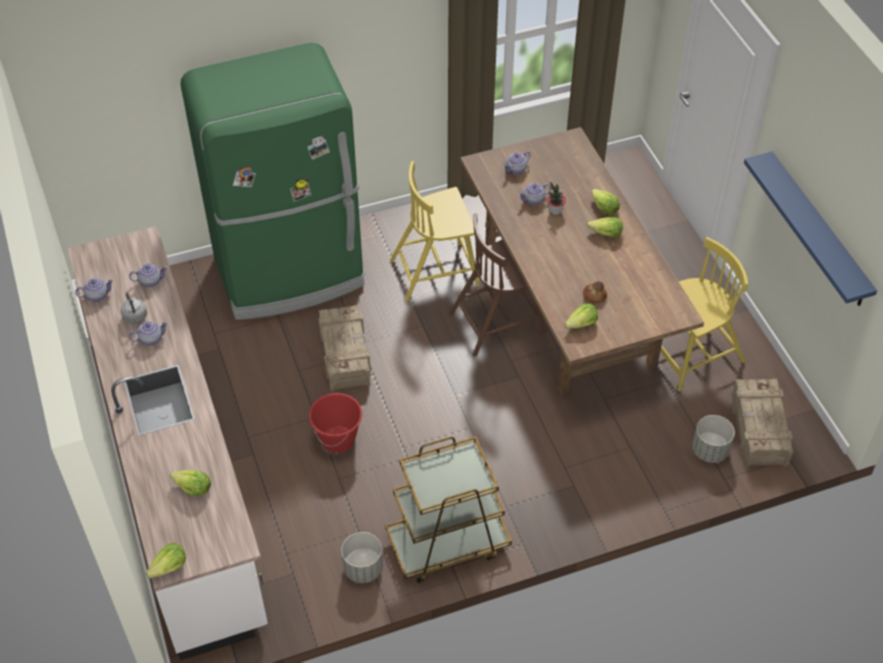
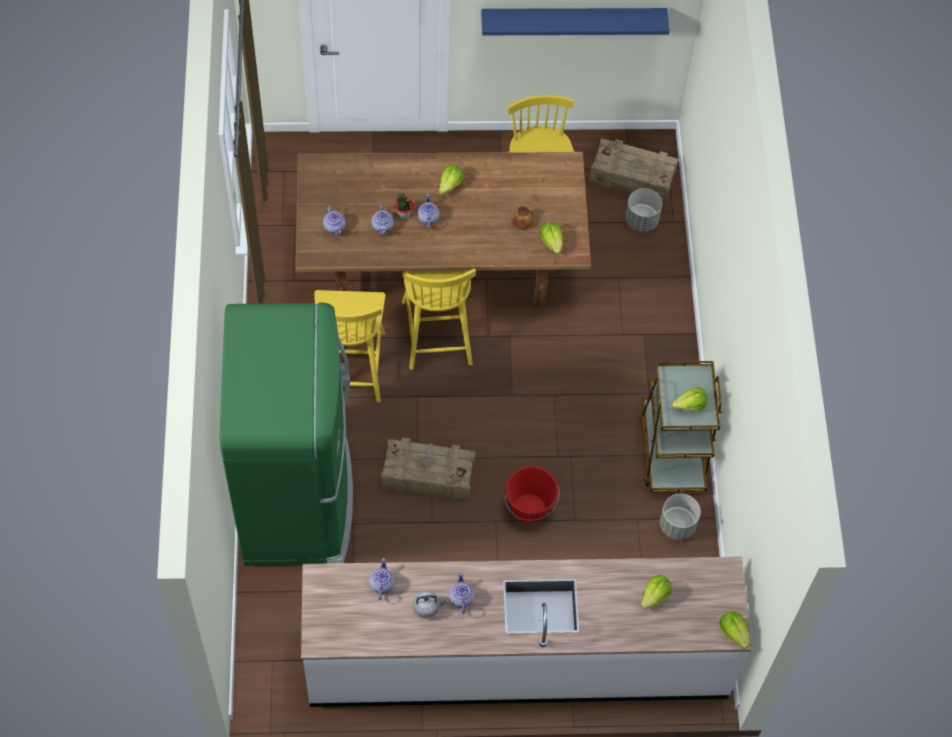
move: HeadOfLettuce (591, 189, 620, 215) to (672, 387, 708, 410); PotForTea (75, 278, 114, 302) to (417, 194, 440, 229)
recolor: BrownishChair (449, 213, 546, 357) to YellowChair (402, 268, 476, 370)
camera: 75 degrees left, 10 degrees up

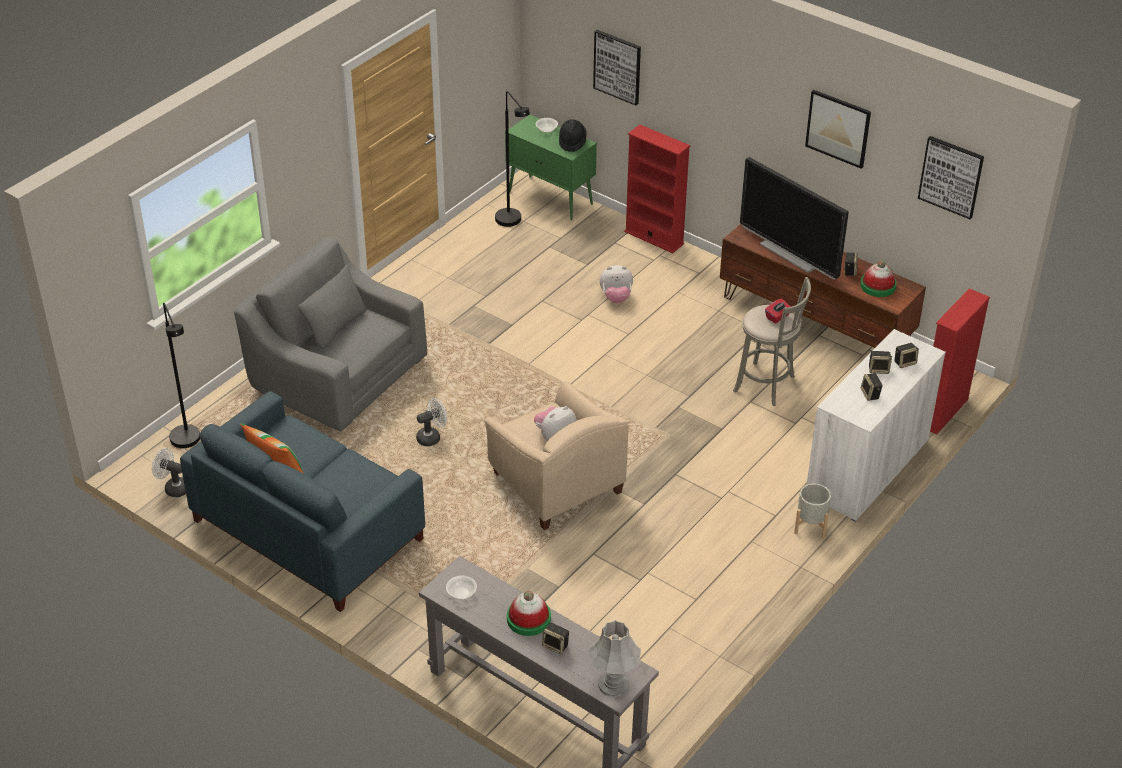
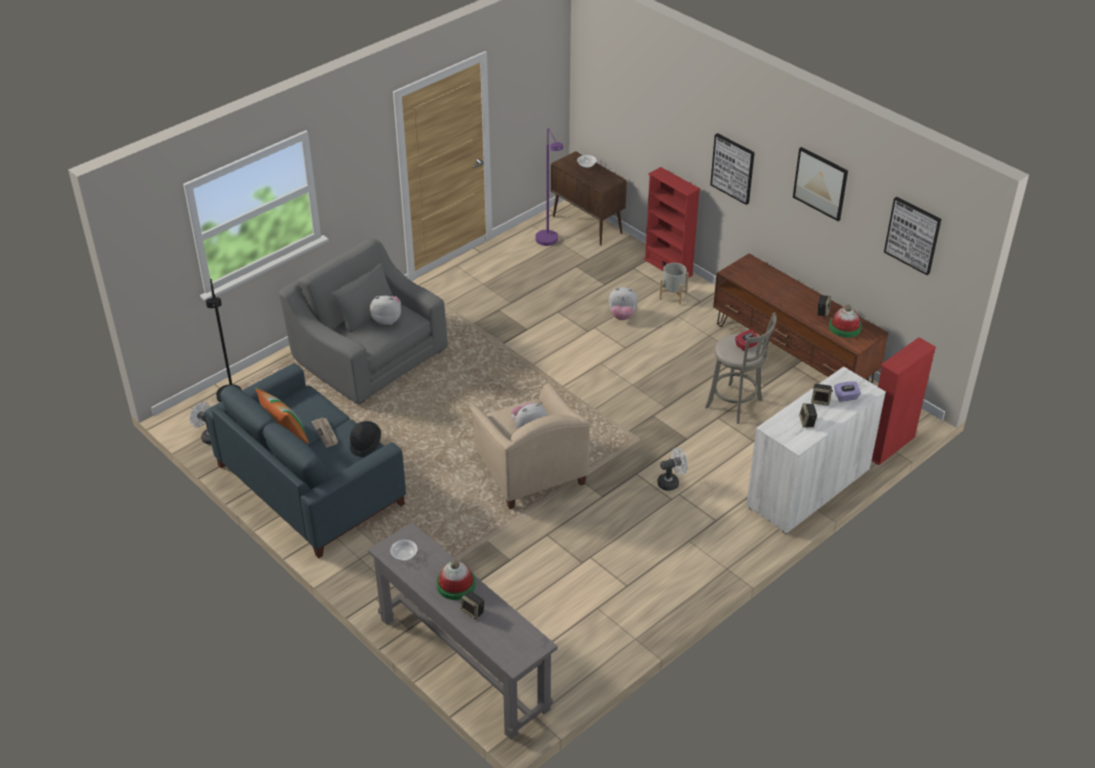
delete: TvSet (740, 157, 849, 280); GrayLampForATable (588, 620, 641, 697)
insert: SoftToy (370, 295, 401, 325); PrintedPaper (312, 418, 338, 447)
move: WallArt (593, 30, 641, 106) to (710, 133, 755, 205); BlackColouredWearableHat (559, 119, 586, 152) to (350, 421, 381, 457); WhiteColouredElectricFan (416, 398, 447, 446) to (657, 448, 688, 491); GrayFlowerPot (794, 484, 831, 538) to (659, 263, 689, 305)
replace: AudioSpeaker (894, 343, 919, 368) to PurpleBoxOfTissues (834, 382, 861, 402)
recolor: BlackColouredFloorLamp (495, 91, 530, 227) to PurpleFloorLamp (535, 128, 563, 246); GreenishCupboard (505, 115, 597, 221) to BrownishCupboard (551, 151, 627, 246)
camera: 10 degrees right, 0 degrees up

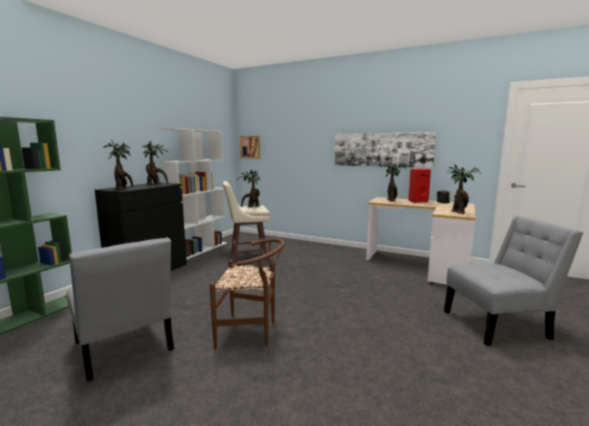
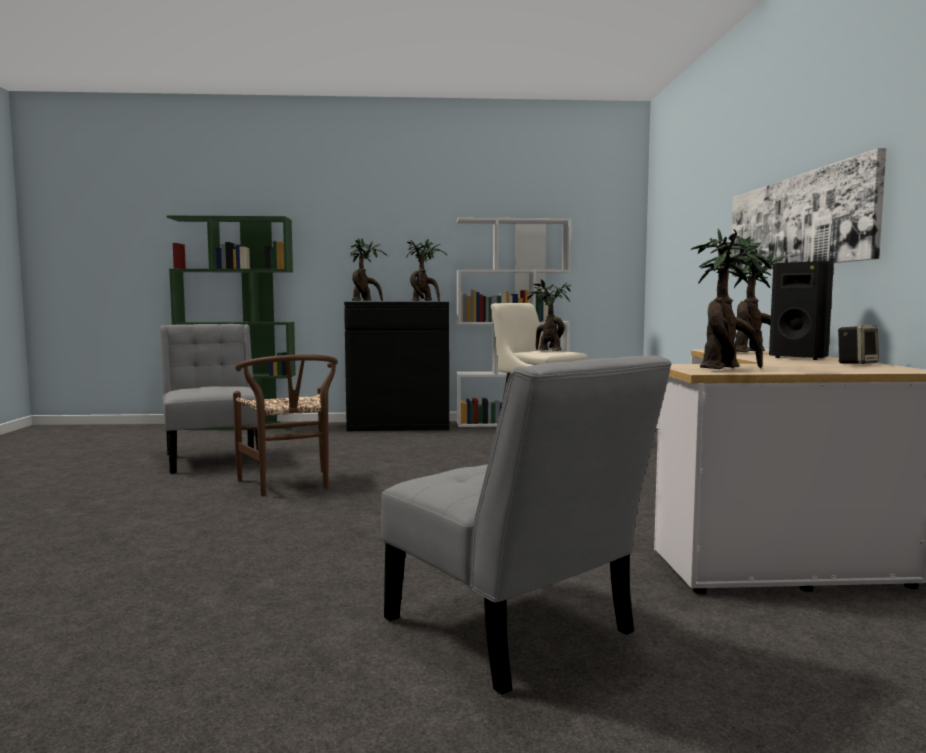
delete: WallArt (240, 136, 260, 159)
recolor: RedColouredAudioSpeaker (408, 169, 431, 203) to BlackColouredAudioSpeaker (769, 261, 834, 360)
rotate: GrayChair (67, 237, 174, 382) = (160, 324, 259, 474) 135 degrees clockwise
camera: 60 degrees right, 5 degrees down

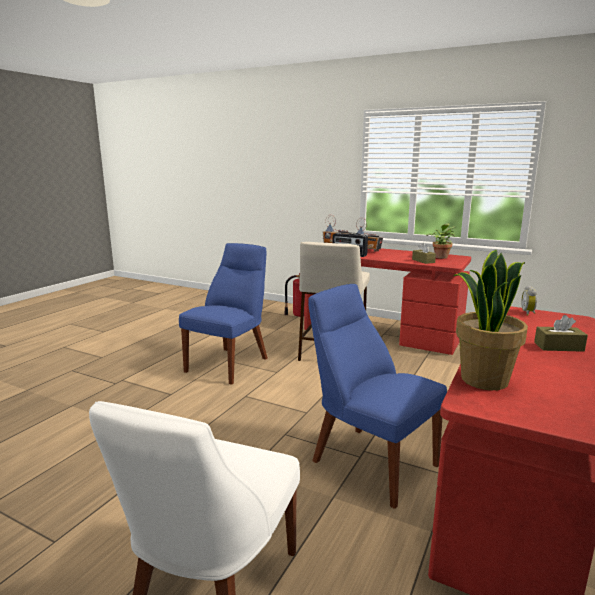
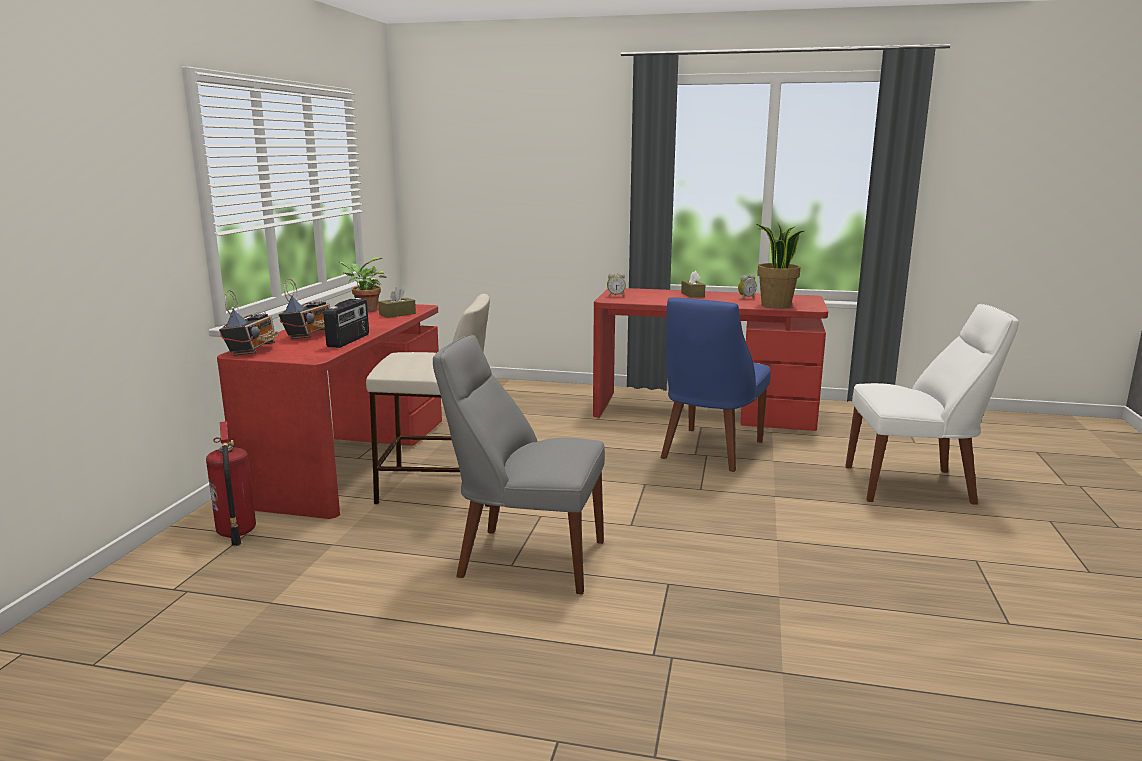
insert: BedsideClock (738, 274, 757, 299)
recolor: BluishChair (179, 243, 268, 385) to GrayChair (433, 335, 605, 594)
camera: 105 degrees left, 0 degrees up

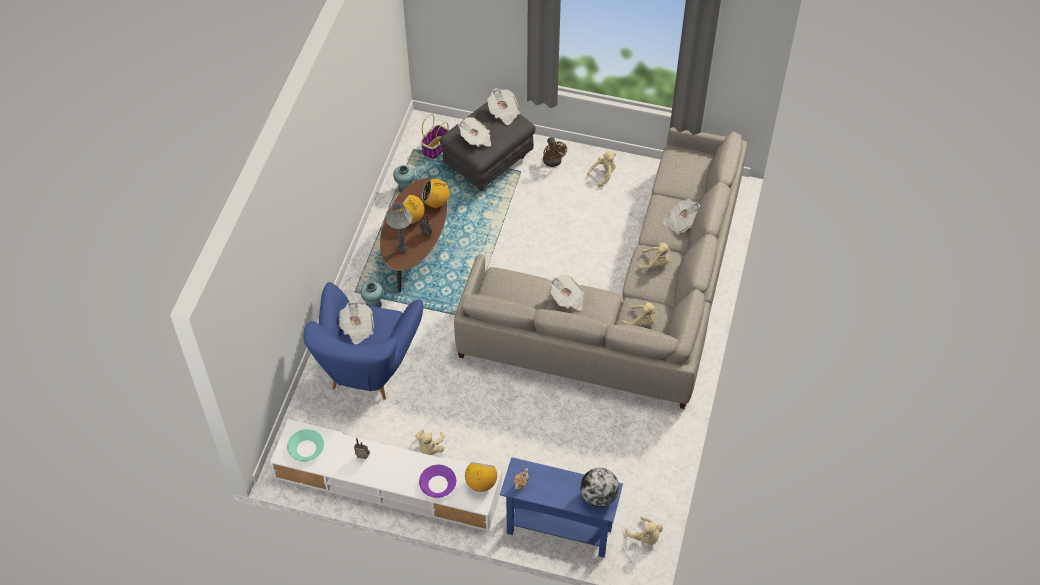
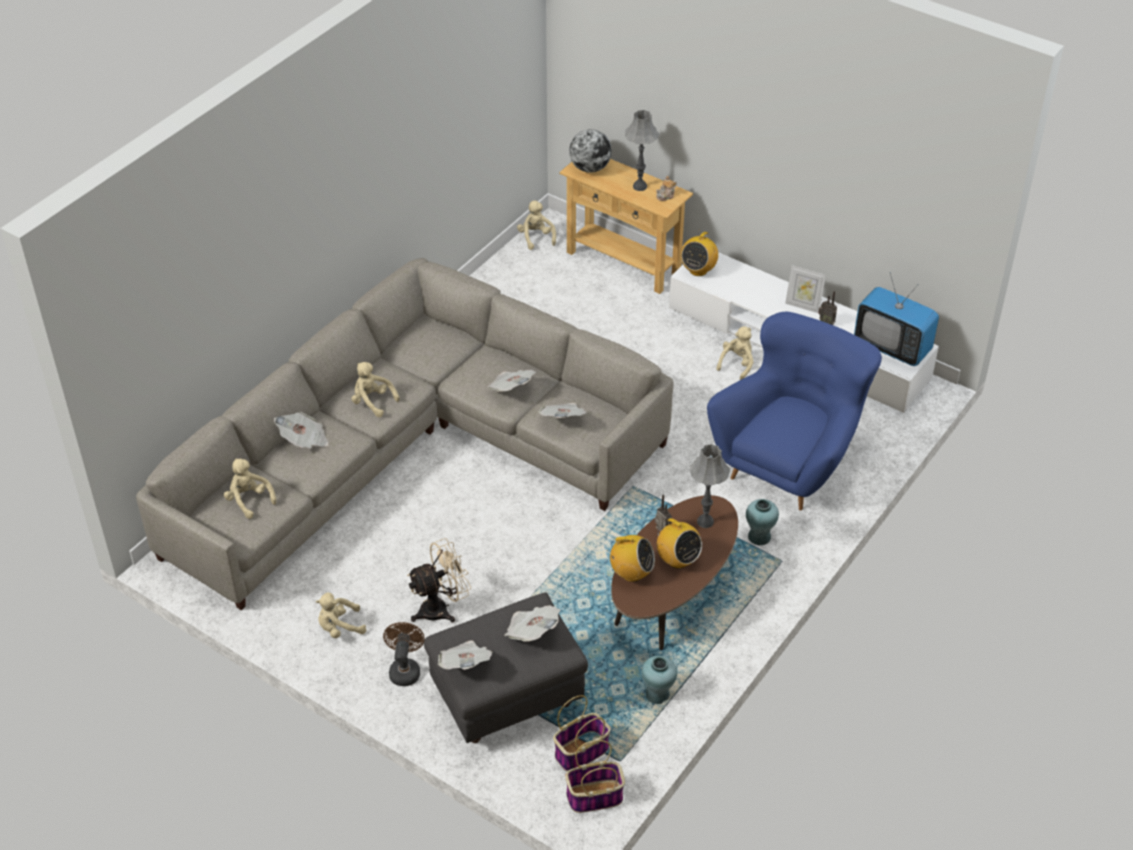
delete: PurpleDeepDish (419, 465, 456, 498)
insert: GrayLampForATable (625, 110, 660, 191); PictureFrame (785, 265, 826, 313); BeigeColouredElectricFan (407, 538, 471, 622); StorageBasket (565, 740, 625, 813)
move: PrintedPaper (339, 301, 374, 345) to (538, 403, 588, 418); BeigeColouredSoftToy (622, 302, 655, 326) to (224, 459, 276, 519)
replace: BlueGreenDeepDish (287, 429, 324, 461) to TvSet (854, 272, 939, 366)
recolor: BluishConsoleTable (500, 457, 623, 558) to BeigeColouredConsoleTable (559, 159, 693, 294)
camera: 160 degrees left, 10 degrees down

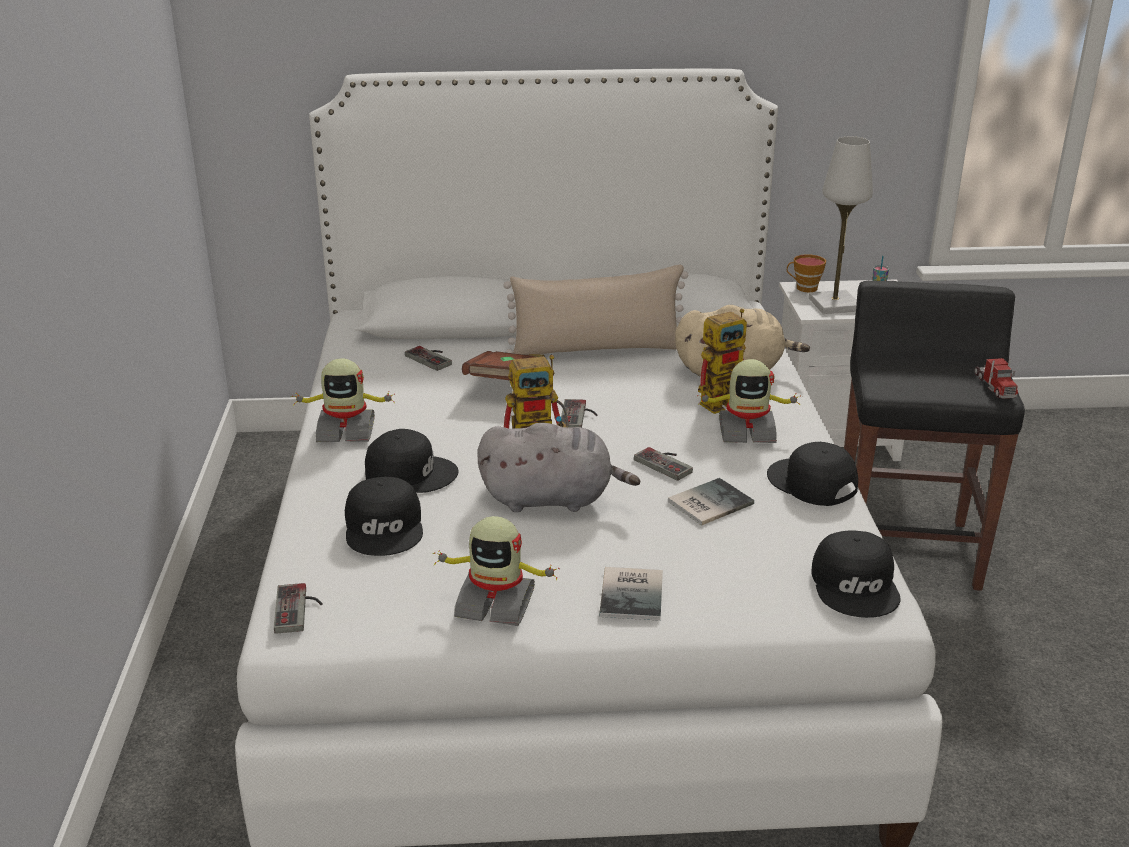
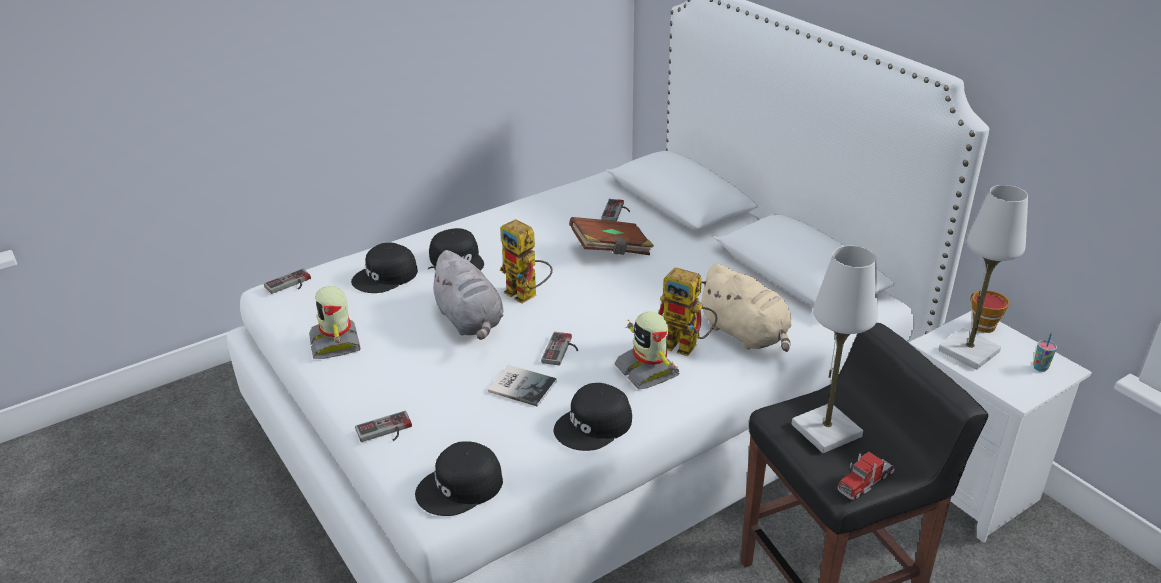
delete: BeigeColouredPillow (503, 265, 688, 355); RobotFigure (291, 358, 396, 442); Book (599, 567, 663, 621)
insert: WhiteColouredLampForATable (792, 246, 878, 453)
move: Joypad (561, 399, 597, 428) to (355, 411, 412, 442)
rotate: BlackColouredCap (767, 442, 858, 506) = (553, 383, 632, 451) 150 degrees counterclockwise
camera: 60 degrees right, 5 degrees up

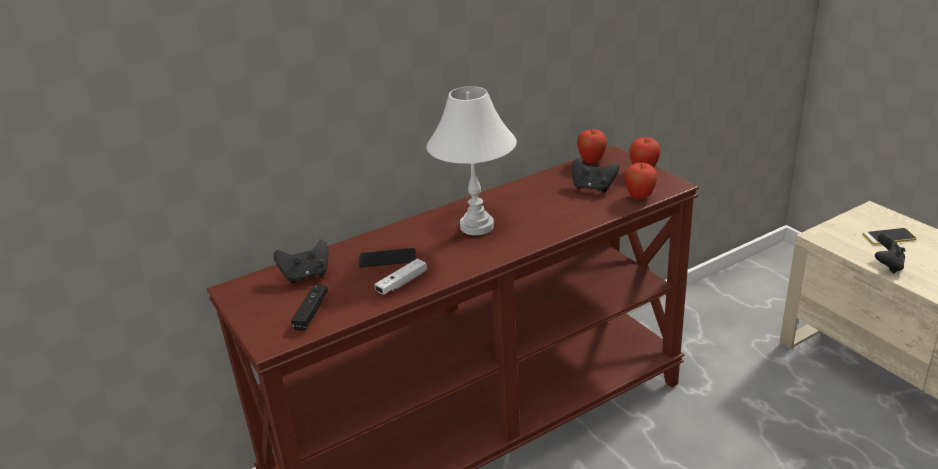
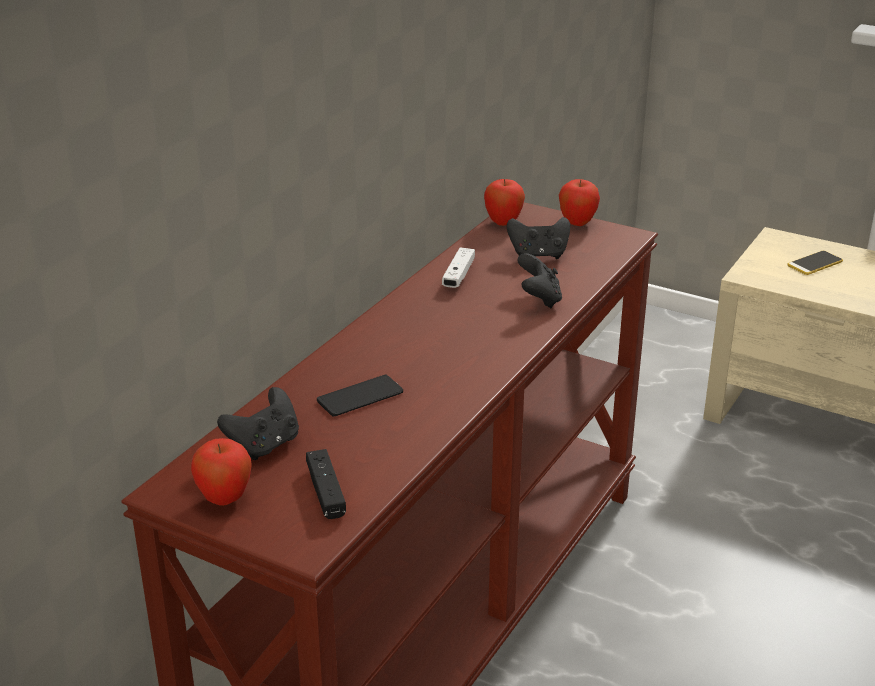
delete: WhiteColouredLampForATable (427, 86, 517, 235)
move: WholeApple (624, 163, 658, 200) to (191, 438, 252, 506); BlackColouredJoypad (875, 234, 905, 274) to (517, 253, 562, 308); WhiteColouredJoypad (375, 259, 427, 295) to (442, 247, 475, 288)
camera: 30 degrees left, 0 degrees up

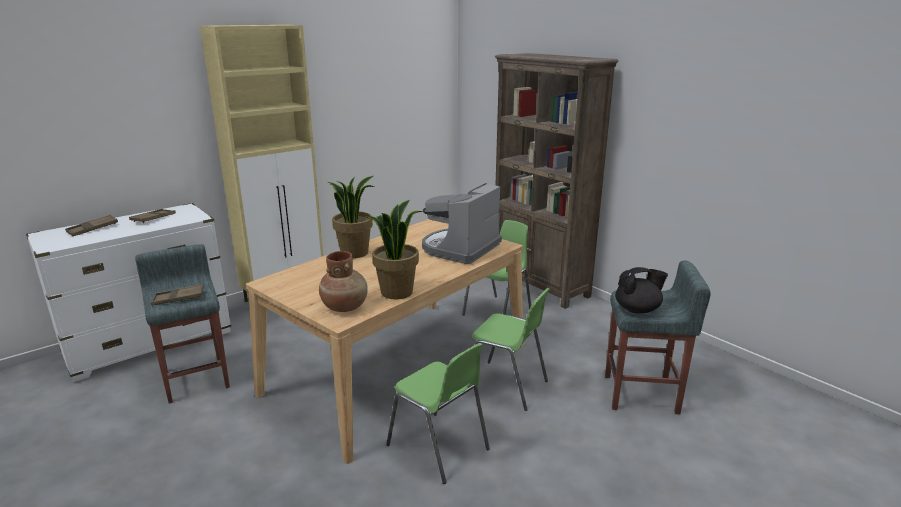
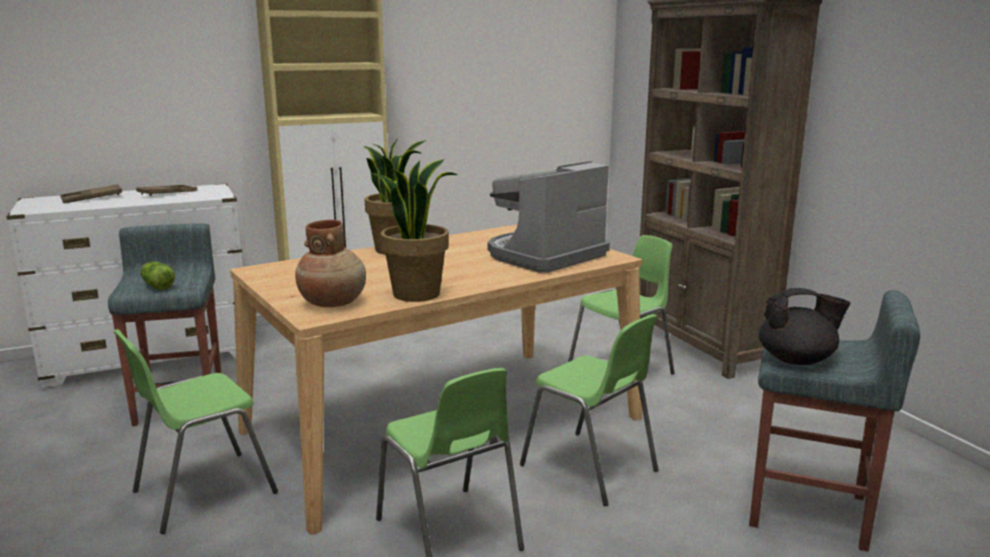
insert: GreenishChair (113, 329, 278, 534)
replace: BrownishCarryingTray (151, 284, 204, 305) to HeadOfLettuce (141, 262, 175, 290)
camera: 15 degrees right, 5 degrees down

